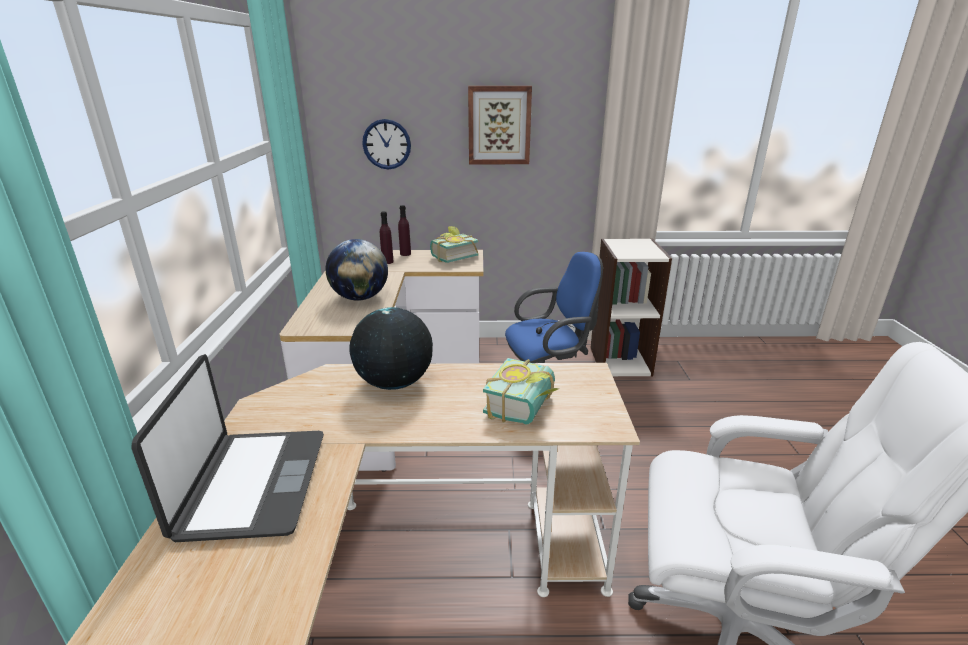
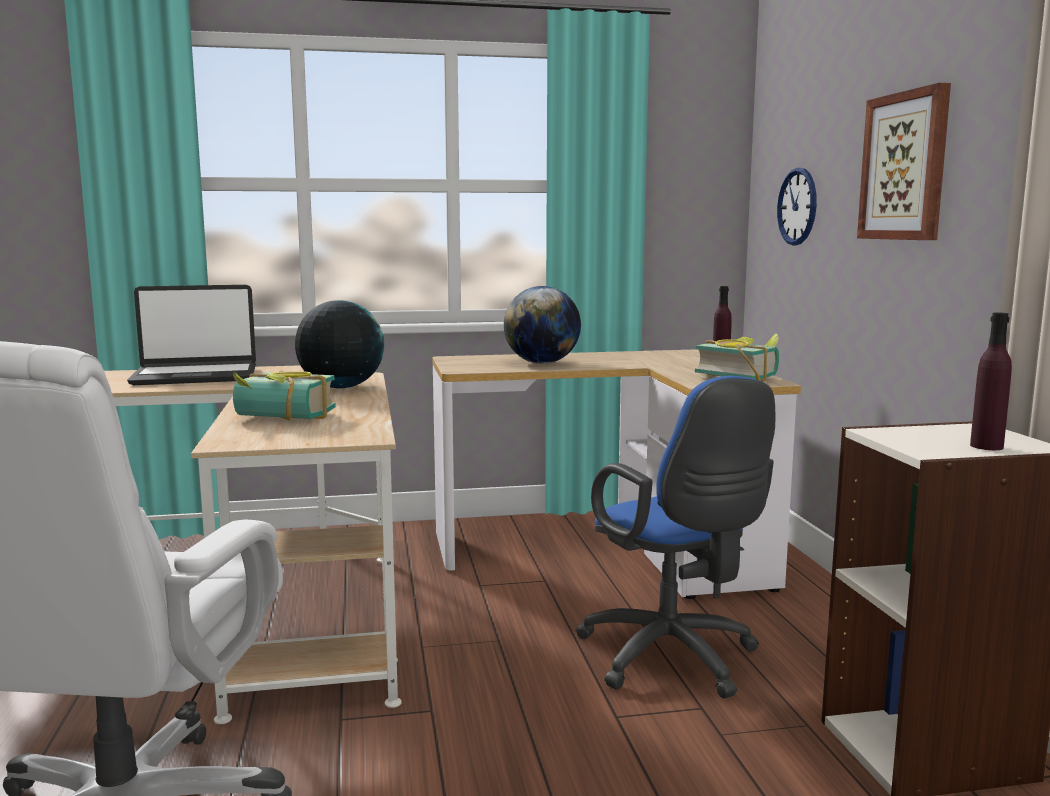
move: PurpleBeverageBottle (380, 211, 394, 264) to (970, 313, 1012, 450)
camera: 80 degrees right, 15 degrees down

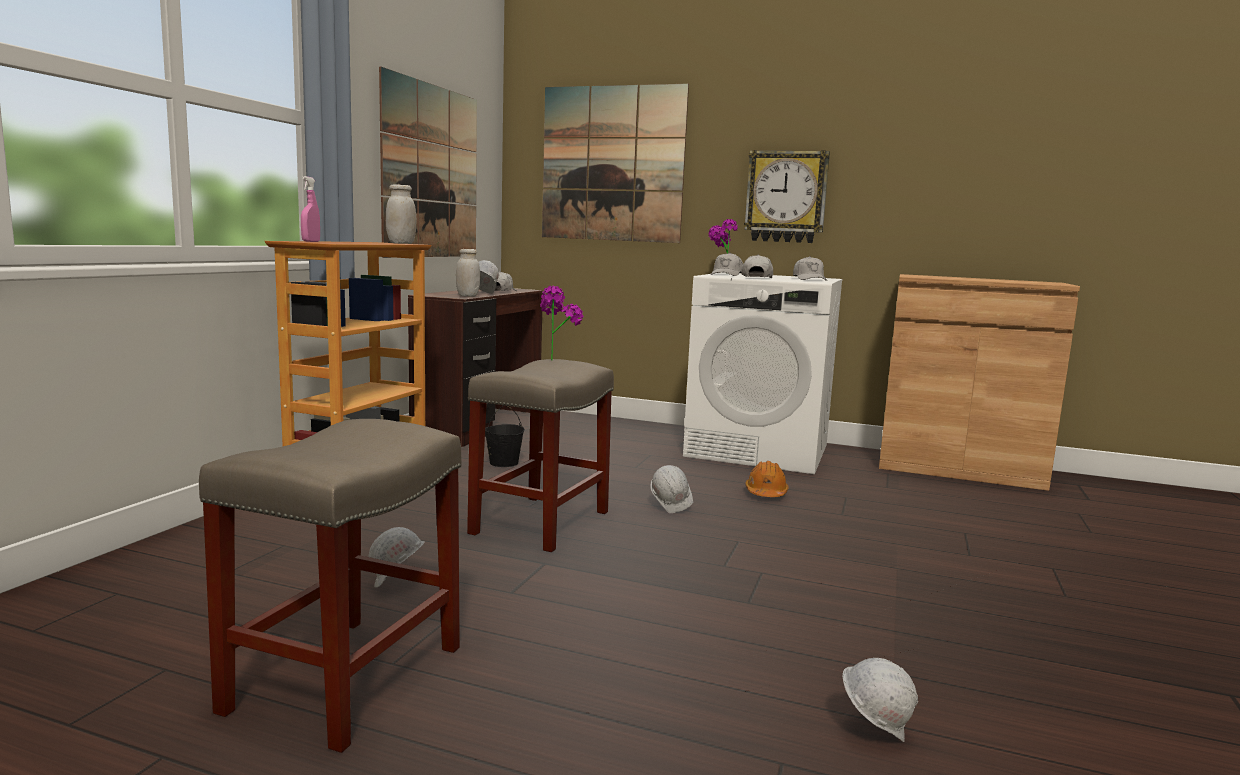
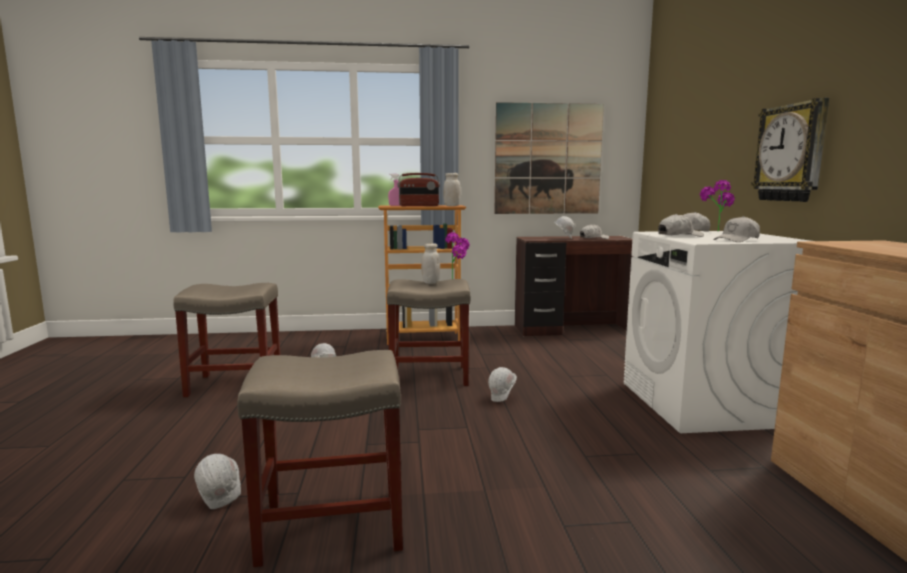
delete: WallArt (542, 84, 689, 243); BlackColouredWaterBucket (485, 405, 525, 467); OrangeColouredHardHat (745, 461, 789, 497)
insert: Radio (397, 173, 440, 206); BeigeColouredStool (237, 350, 403, 567)
move: WhiteColouredJar (456, 249, 480, 297) to (421, 243, 440, 284)
camera: 65 degrees right, 0 degrees up

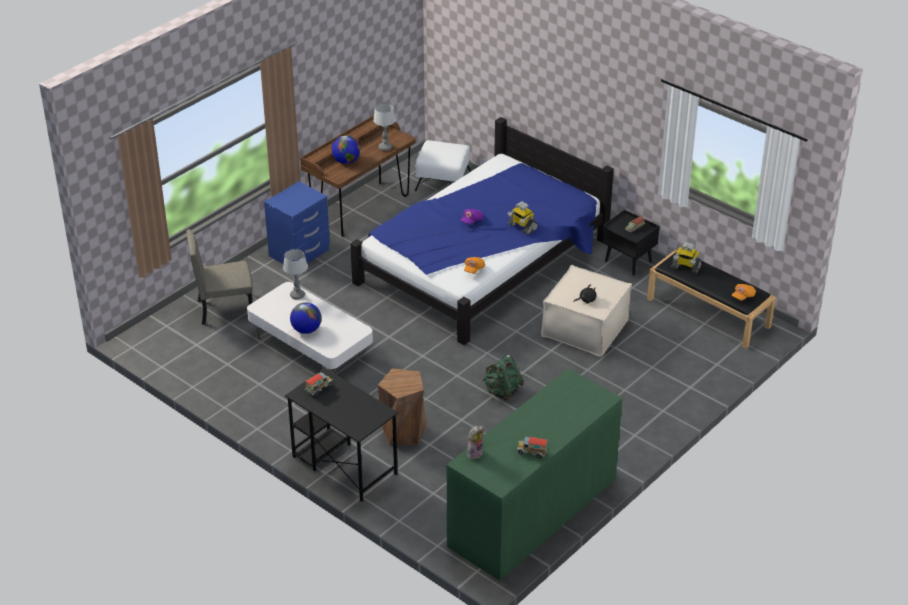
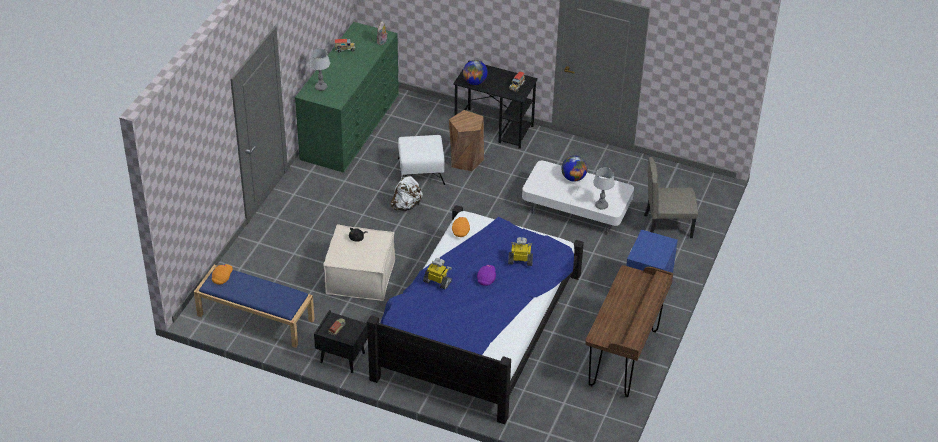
move: LampForATable (373, 103, 396, 151) to (309, 49, 330, 91); Globe (332, 135, 360, 164) to (463, 60, 488, 85); WhiteColouredOttoman (415, 140, 471, 191) to (398, 135, 445, 185); RobotFigure (672, 242, 702, 274) to (508, 237, 533, 266)
recolor: BlackColouredBench (647, 250, 776, 349) to BluishBench (194, 265, 315, 348); GreenishBackpack (483, 355, 524, 401) to WhiteColouredBackpack (391, 174, 423, 211)
rotate: BeigeColouredChair (186, 229, 253, 325) = (644, 157, 698, 238) 150 degrees counterclockwise
camera: 160 degrees right, 5 degrees up

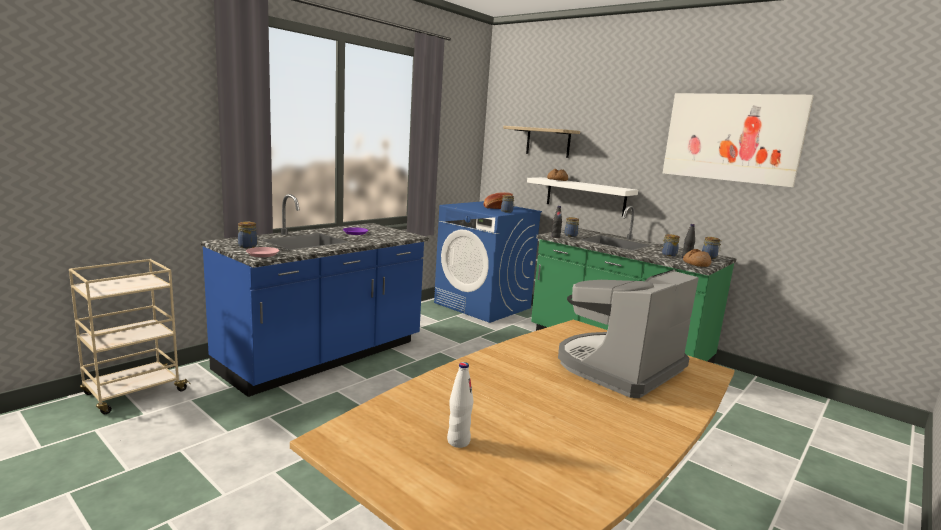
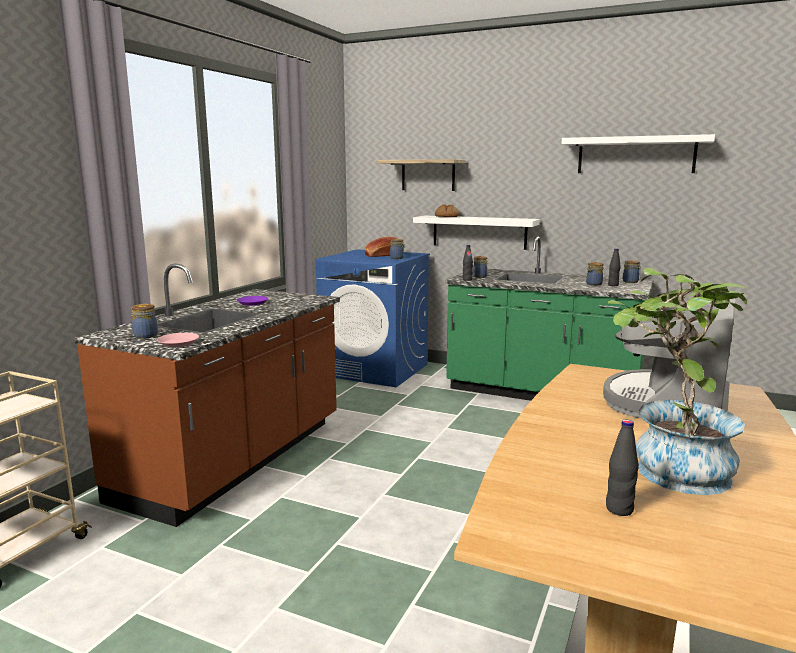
delete: Bread (683, 249, 711, 267)
insert: Houseplant (607, 268, 749, 495)
replace: WallArt (663, 93, 814, 187) to WhiteColouredShelf (561, 134, 715, 173)
recolor: BluishKitchenCounter (201, 194, 429, 397) to BrownishKitchenCounter (74, 263, 340, 527); WhiteColouredBeverageBottle (447, 362, 474, 448) to BlackColouredBeverageBottle (606, 419, 639, 516)
camera: 15 degrees left, 0 degrees up

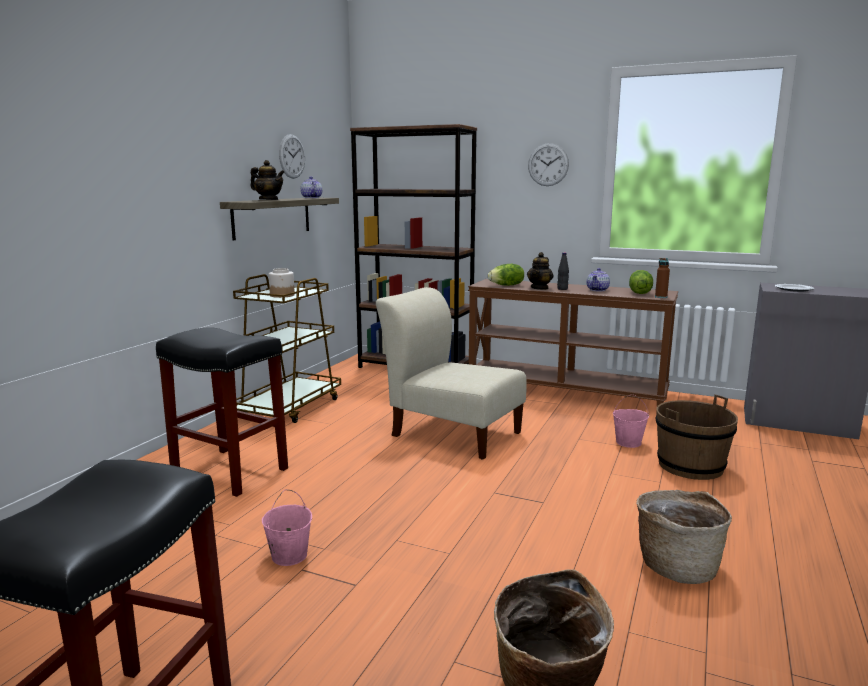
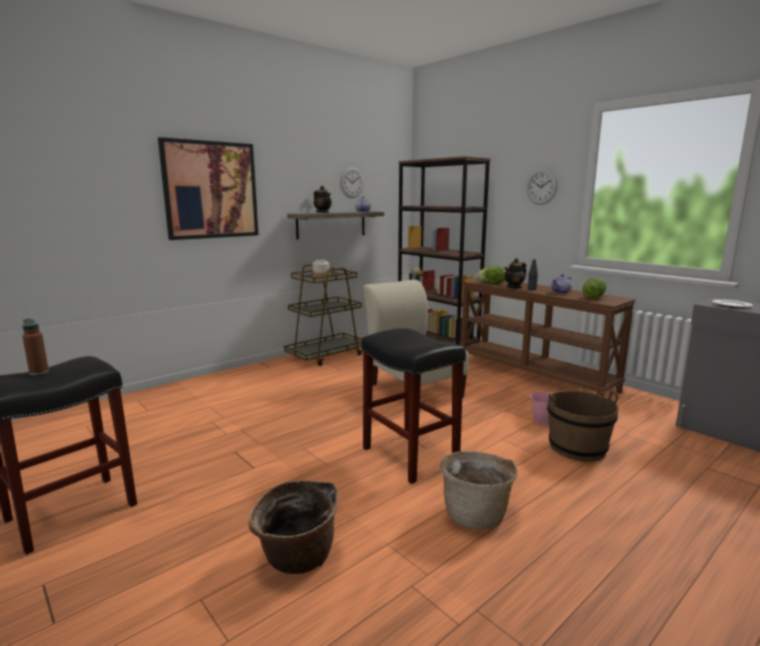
delete: PinkishWaterBucket (262, 489, 312, 566)
insert: WallArt (158, 137, 258, 240)
move: BrownishBeverageBottle (655, 258, 670, 298) to (22, 319, 49, 375); BlackColouredStool (156, 327, 288, 497) to (361, 328, 466, 484)
camera: 25 degrees right, 0 degrees up

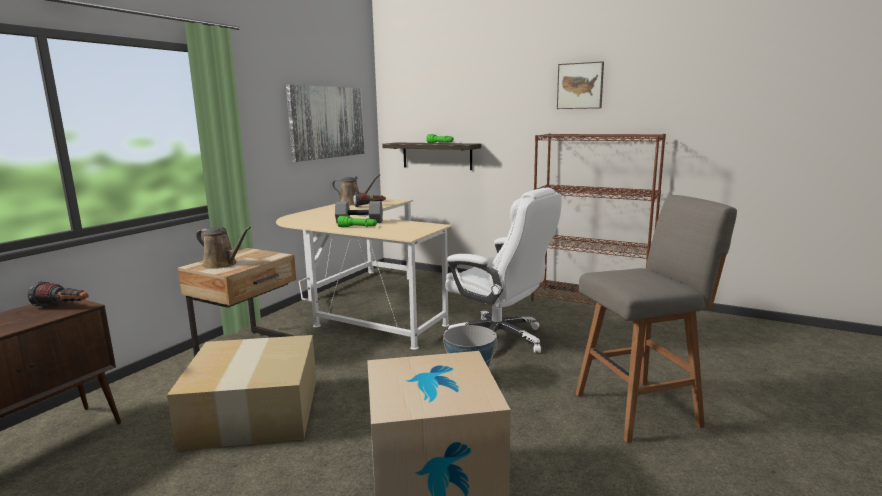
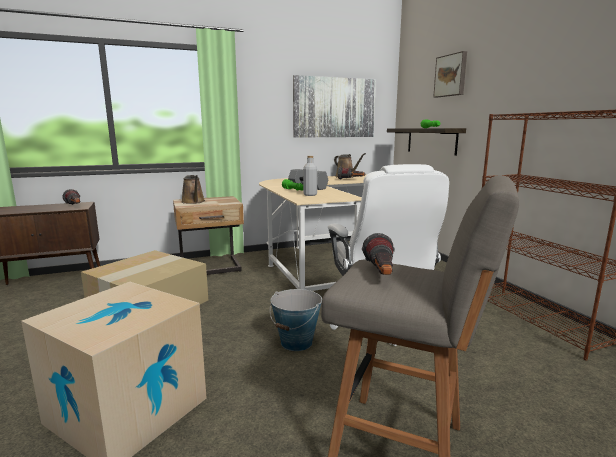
insert: GrayBeverageBottle (303, 156, 317, 196); Torch (362, 233, 395, 275)
move: WallArt (557, 61, 604, 109) to (433, 51, 467, 97)
camera: 40 degrees right, 0 degrees up

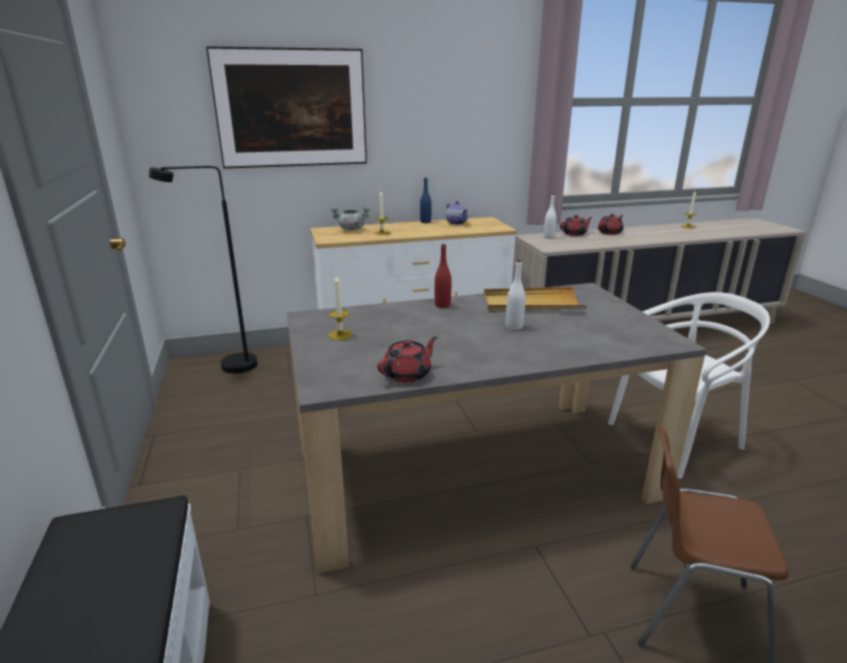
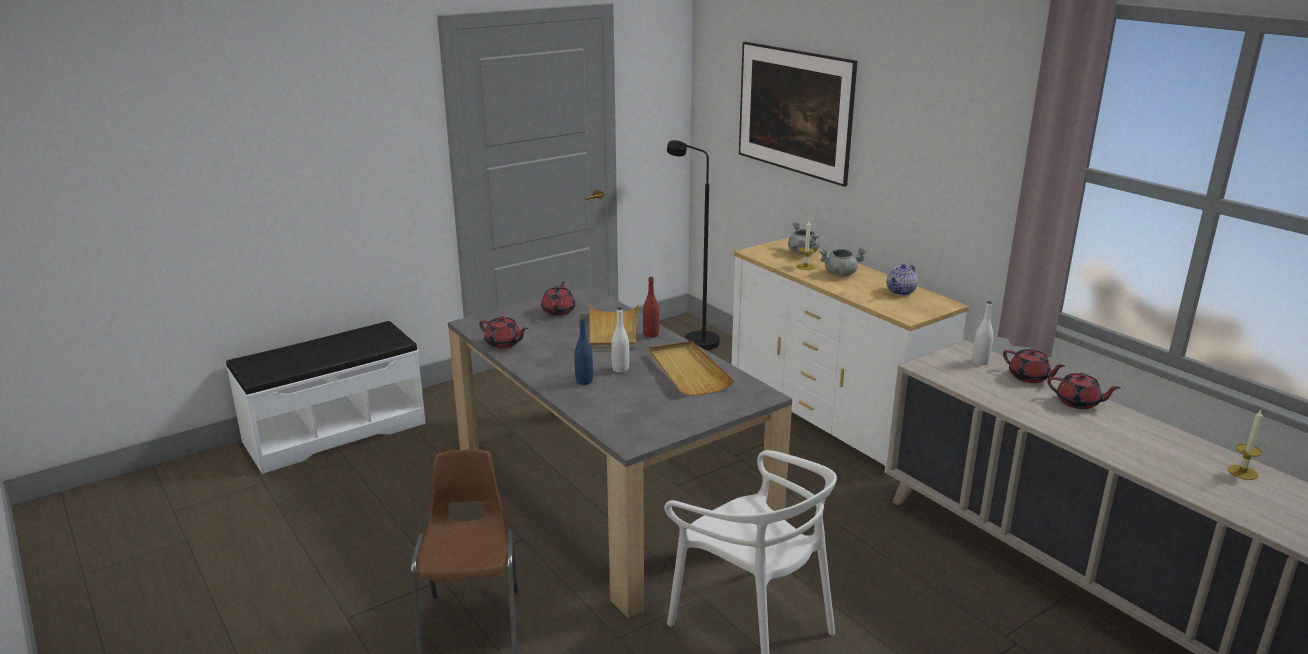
insert: GraySaucepot (819, 248, 867, 277); BeigeColouredCarryingTray (589, 304, 639, 349)
move: BluishBeverageBottle (420, 177, 431, 223) to (574, 318, 593, 385)
replace: WaxLight (329, 274, 352, 340) to RedColouredPotForTea (541, 281, 575, 316)
camera: 70 degrees right, 0 degrees up

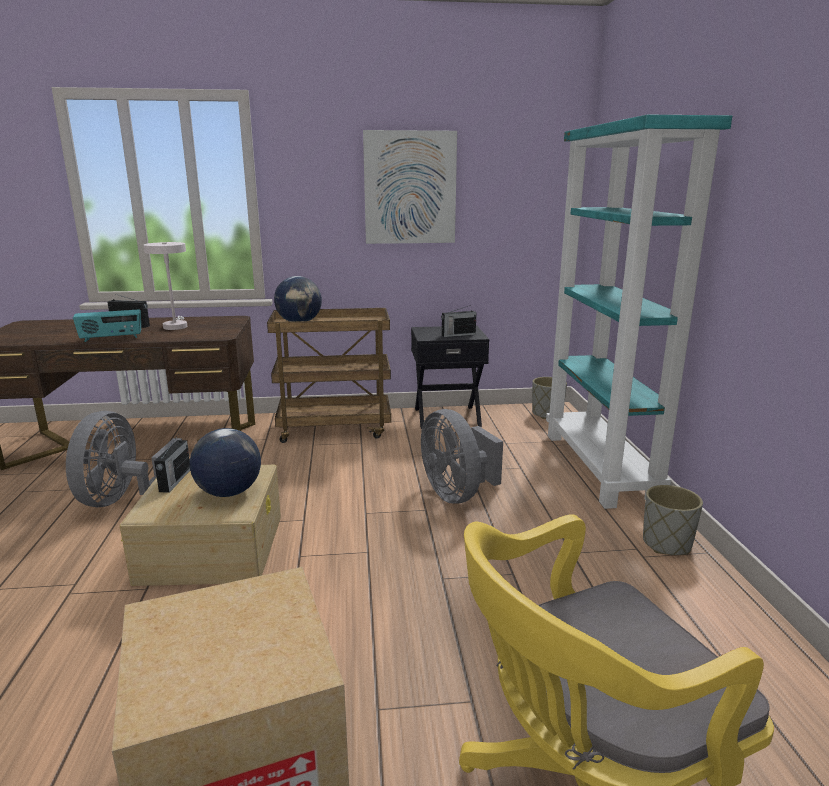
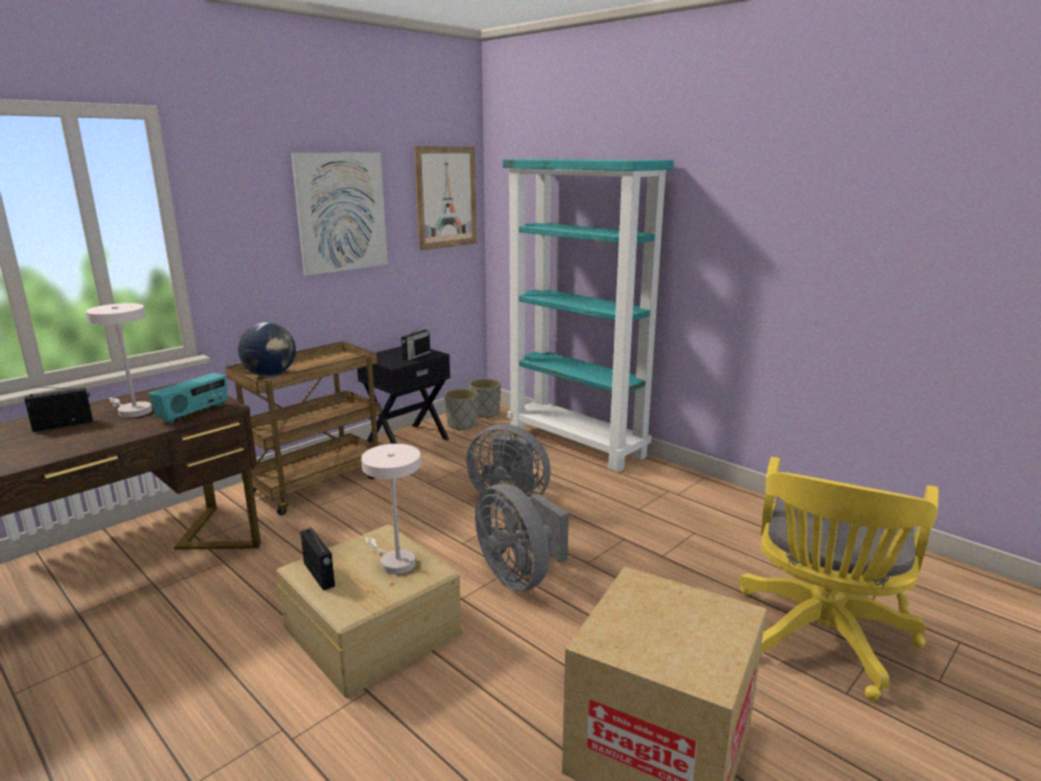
insert: WallArt (414, 146, 477, 251)
move: Radio (73, 309, 141, 342) to (149, 373, 227, 424); GrayElectricFan (66, 411, 182, 507) to (475, 484, 569, 592); GrayFlowerPot (643, 485, 703, 555) to (444, 389, 478, 431)
replace: Globe (190, 428, 261, 497) to WhiteColouredLampForATable (361, 444, 421, 574)
camera: 40 degrees left, 0 degrees up

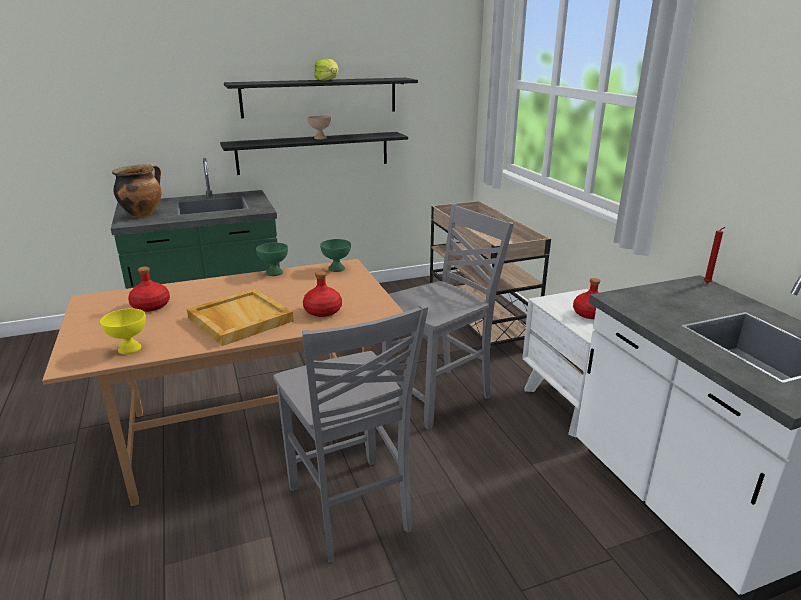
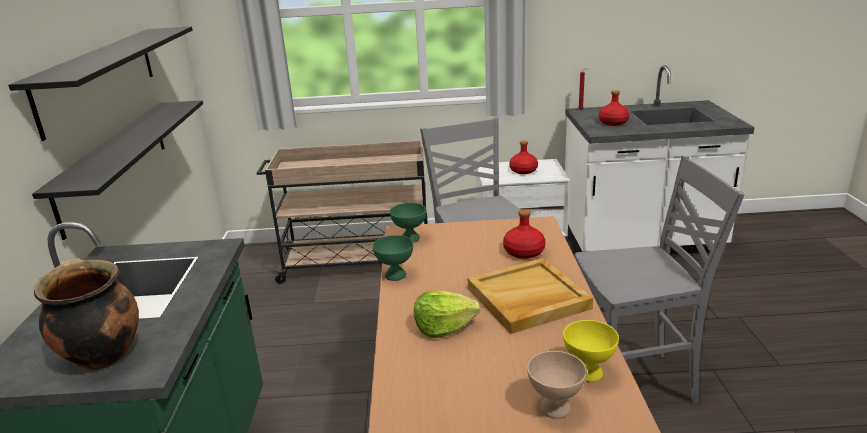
move: HeadOfLettuce (314, 58, 339, 81) to (414, 291, 481, 338); BeigeColouredDeepDish (307, 115, 331, 139) to (527, 351, 587, 419); RedColouredBeverageBottle (128, 267, 170, 312) to (599, 90, 630, 126)
camera: 70 degrees left, 0 degrees up

